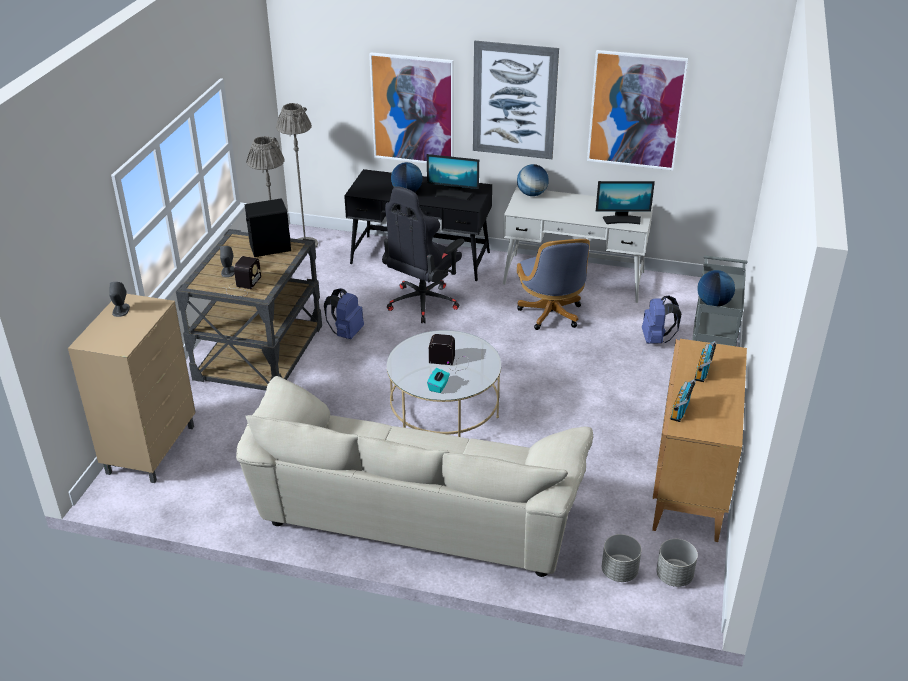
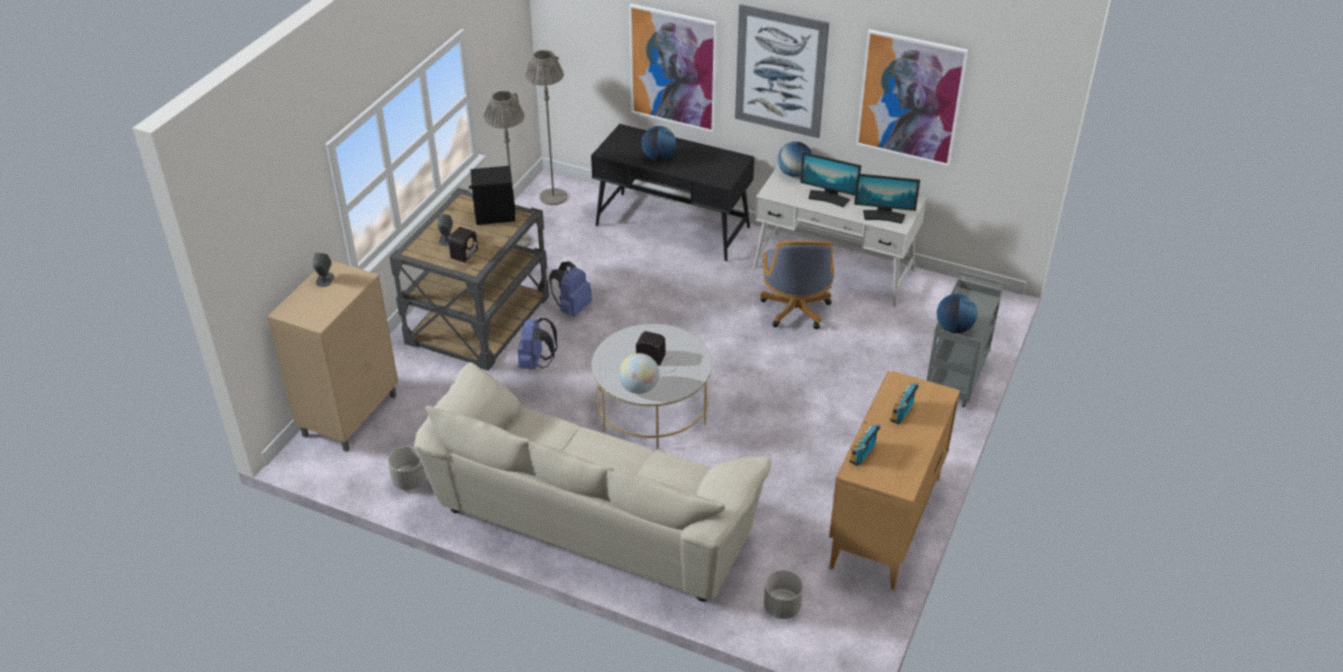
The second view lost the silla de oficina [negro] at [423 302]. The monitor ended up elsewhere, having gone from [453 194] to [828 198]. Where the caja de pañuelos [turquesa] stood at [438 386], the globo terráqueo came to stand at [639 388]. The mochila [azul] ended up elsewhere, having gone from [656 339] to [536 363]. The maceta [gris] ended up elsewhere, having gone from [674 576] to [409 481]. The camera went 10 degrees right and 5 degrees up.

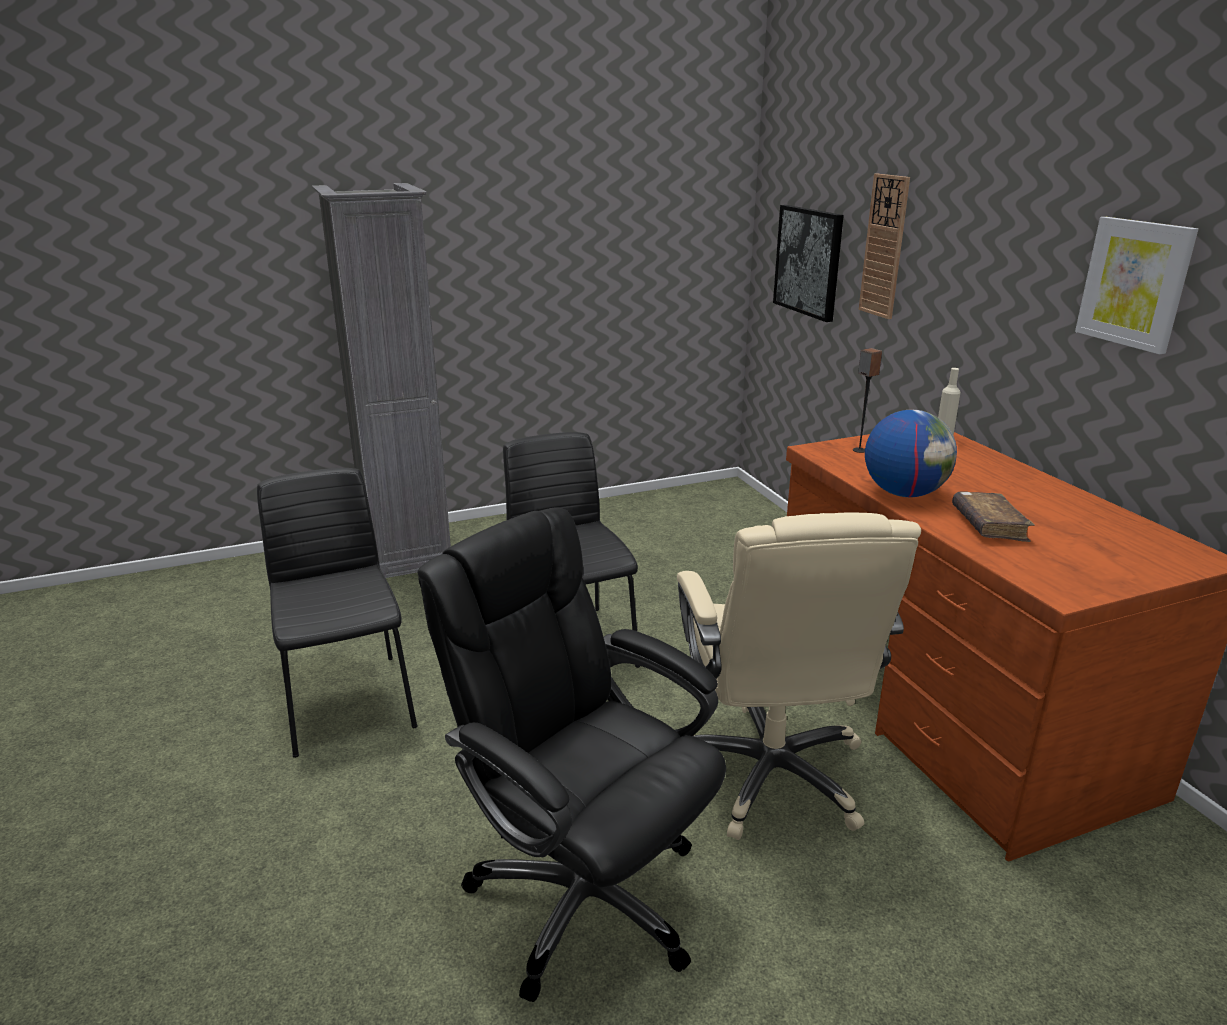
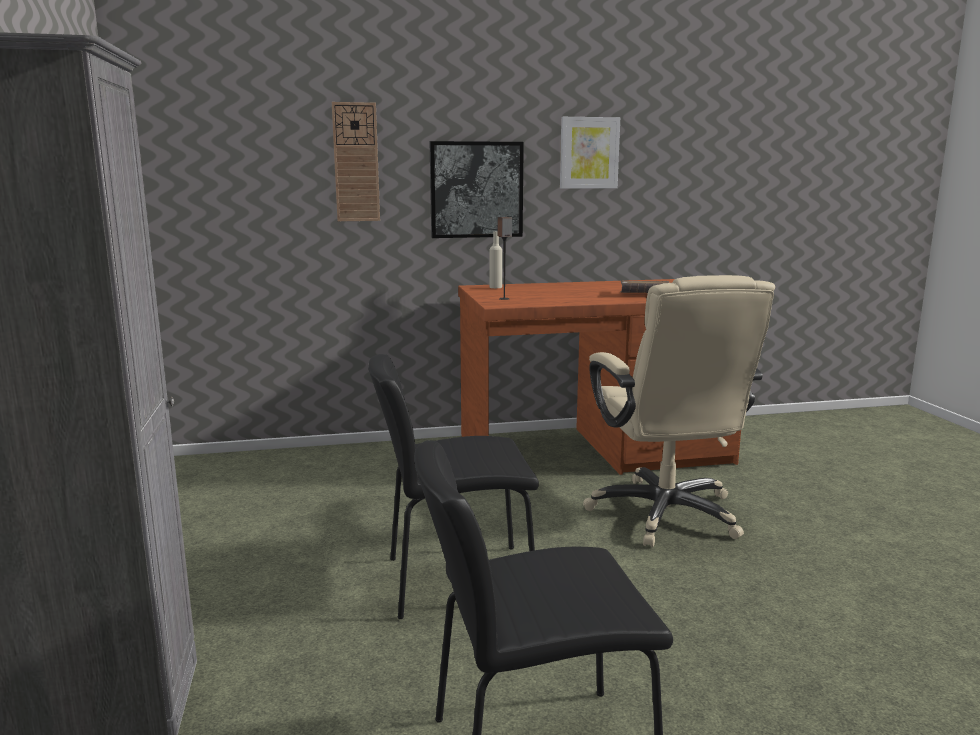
The second view lost the silla de oficina [negro] at [585 898]. The silla de oficina [beis] at [771 772] ended up facing another way, 75 degrees clockwise from before. The cuadro ended up elsewhere, having gone from [809 261] to [476 190]. The second view lost the globo terráqueo at [904 493]. The camera went 80 degrees left and 10 degrees down.

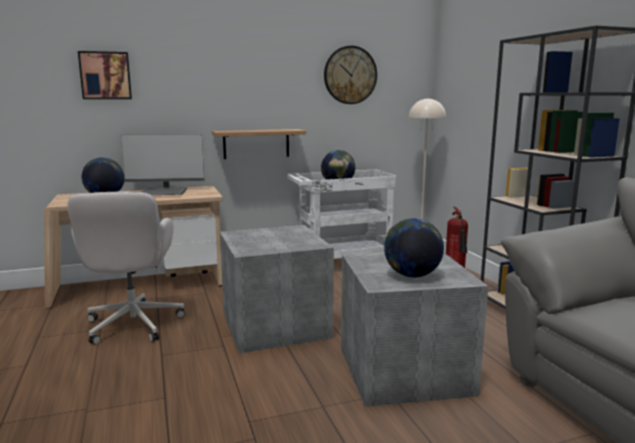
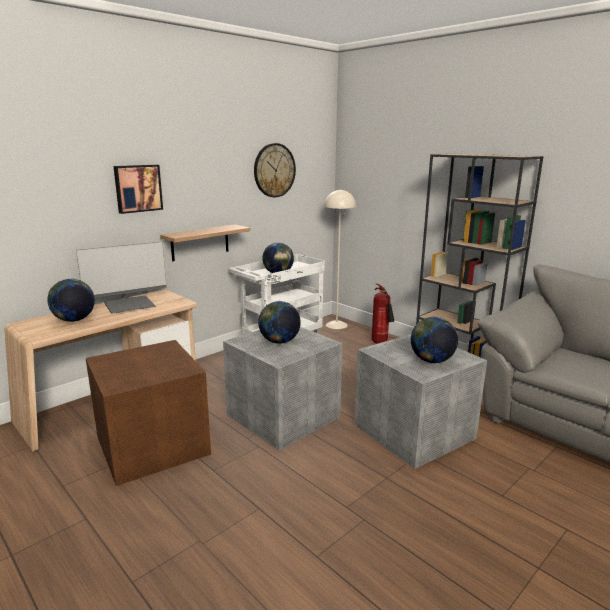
Where the silla de oficina [blanco] stood at [133 324], the caja de almacenaje [marrón] came to stand at [151 446]. The cuadro ended up elsewhere, having gone from [105 75] to [138 188]. The second view gained the globo terráqueo at [279 342]. The camera went 25 degrees left and 5 degrees up.

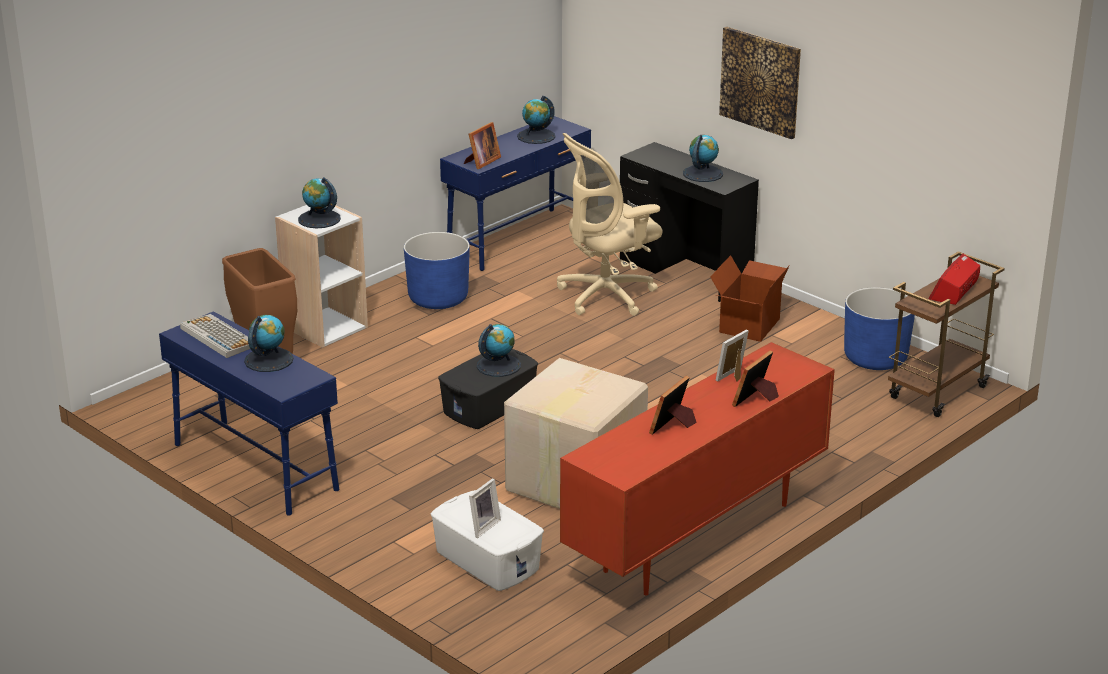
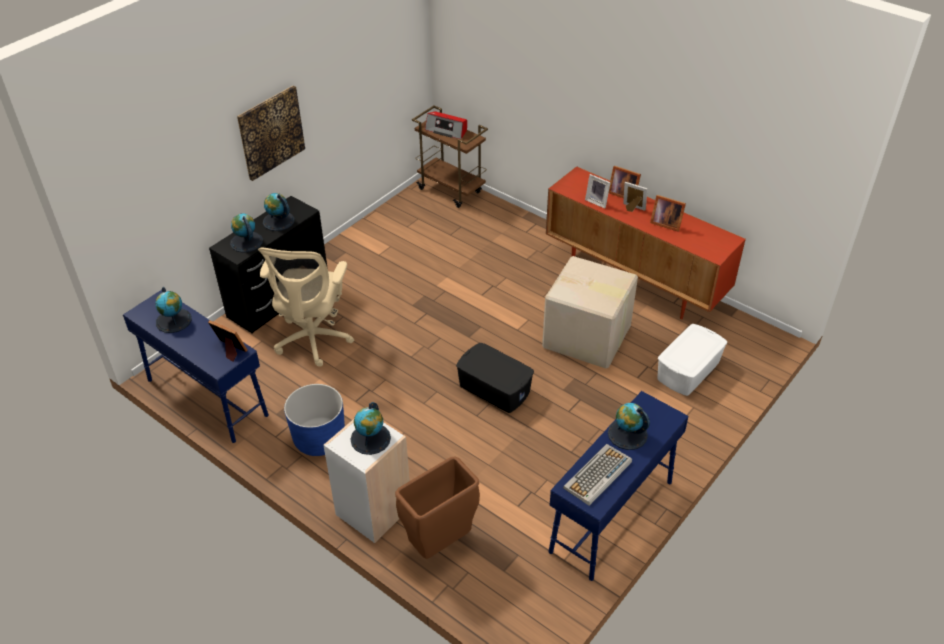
The portarretratos ended up elsewhere, having gone from [482 526] to [632 209]. The globo terráqueo ended up elsewhere, having gone from [498 365] to [246 242]. The silla de oficina [beis] at [610 293] ended up facing another way, 45 degrees clockwise from before. The second view lost the caja de cartón at [748 325]. The second view lost the maceta [azul] at [875 358]. The camera went 95 degrees left and 15 degrees up.

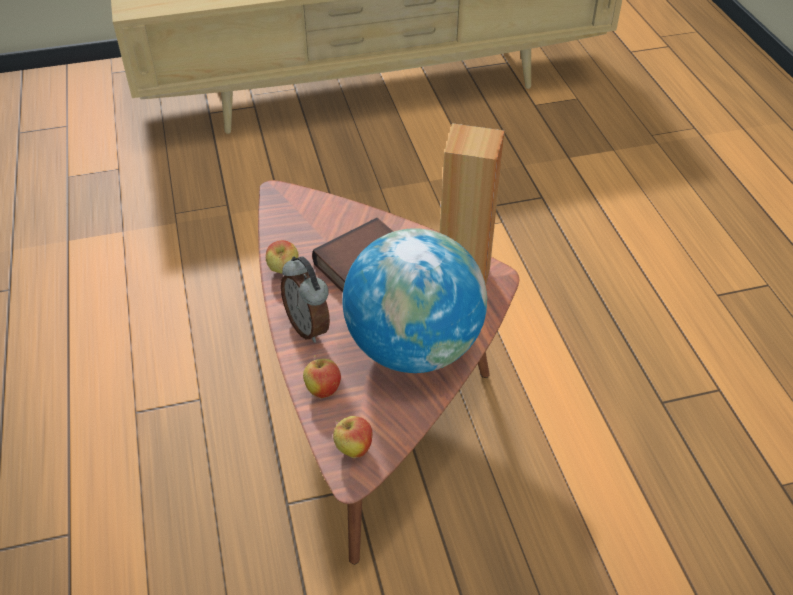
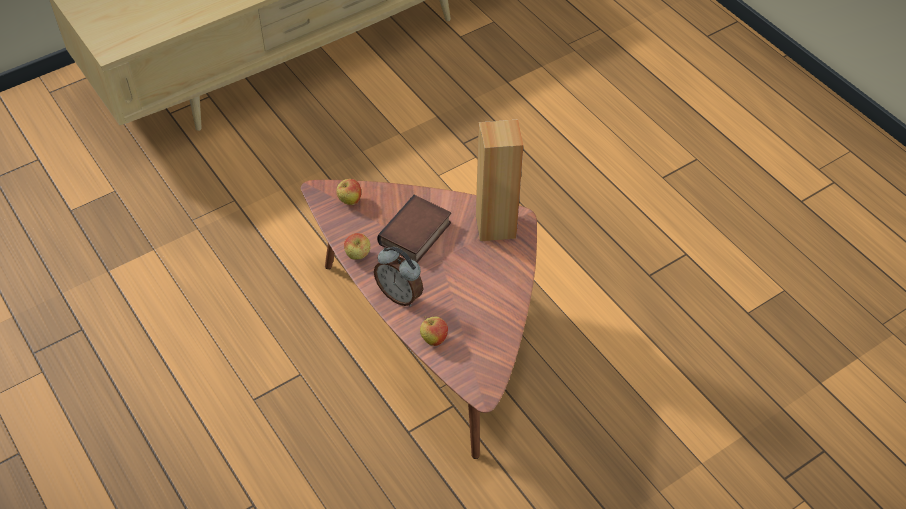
The manzana ended up elsewhere, having gone from [353 448] to [349 201]. The second view lost the globo terráqueo at [414 347]. The camera went 20 degrees left and 5 degrees up.

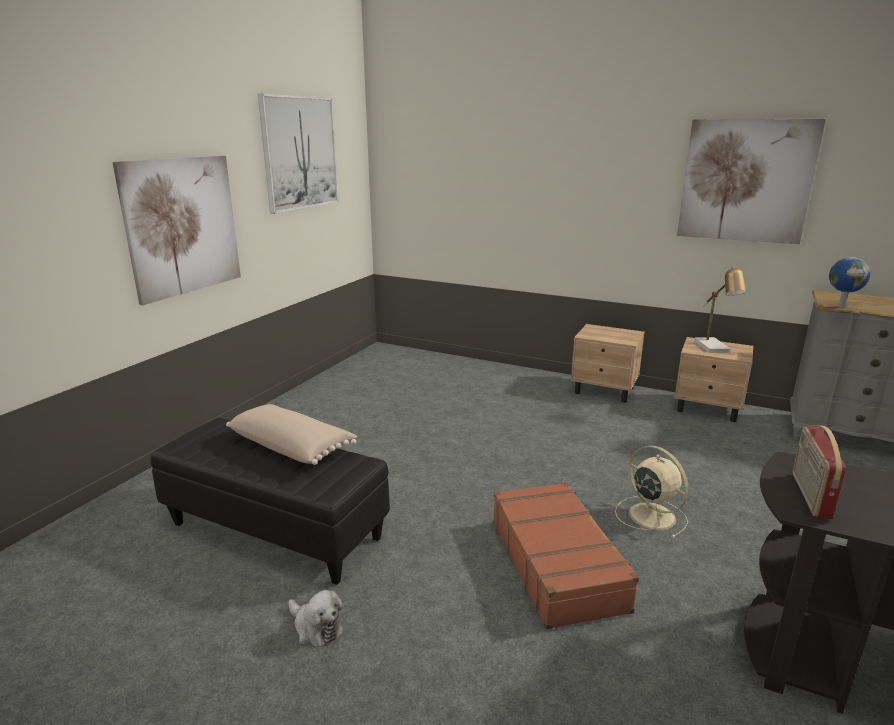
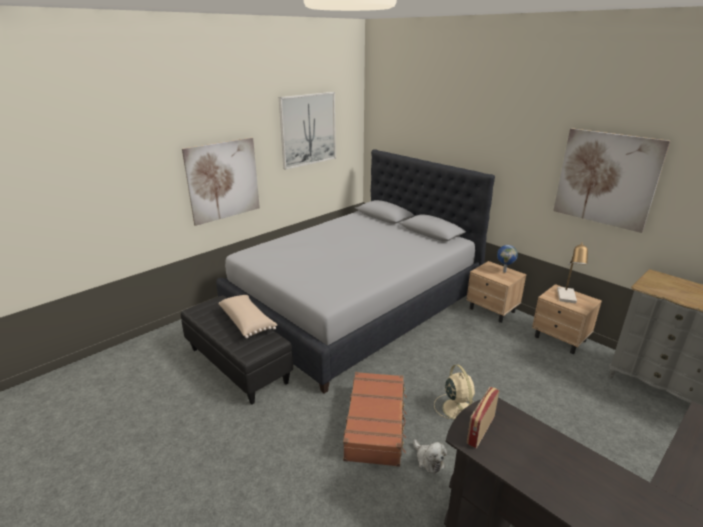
The peluche ended up elsewhere, having gone from [316 627] to [428 460]. The globo terráqueo ended up elsewhere, having gone from [841 307] to [504 271]. The second view gained the cama [gris] at [356 306]. The camera went 20 degrees right and 5 degrees up.

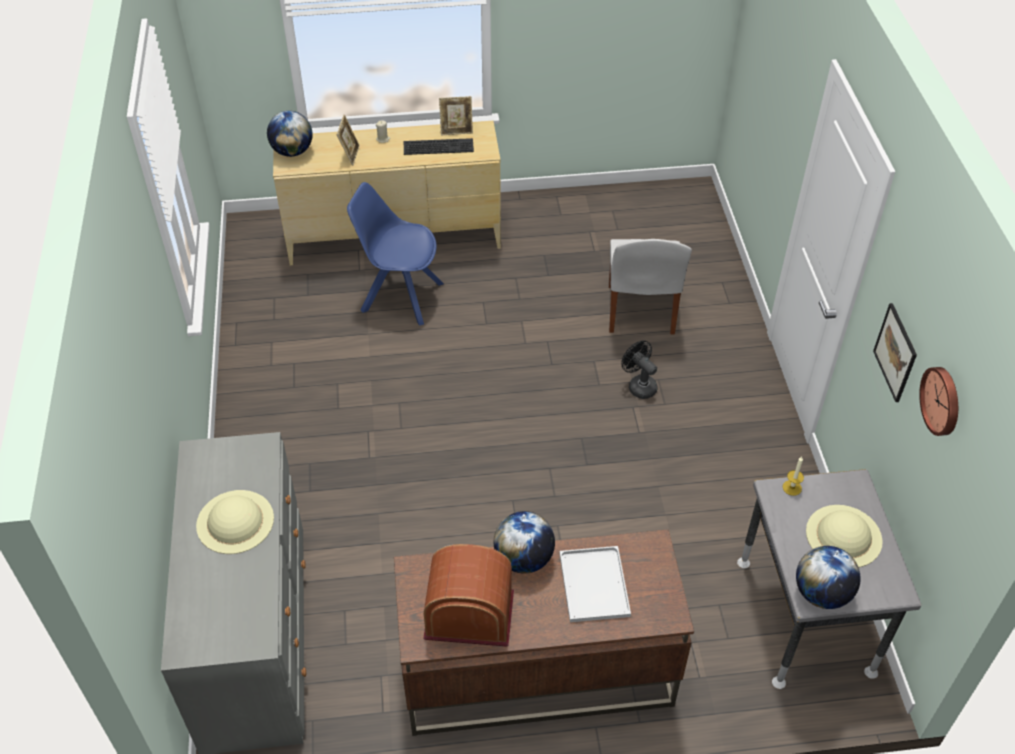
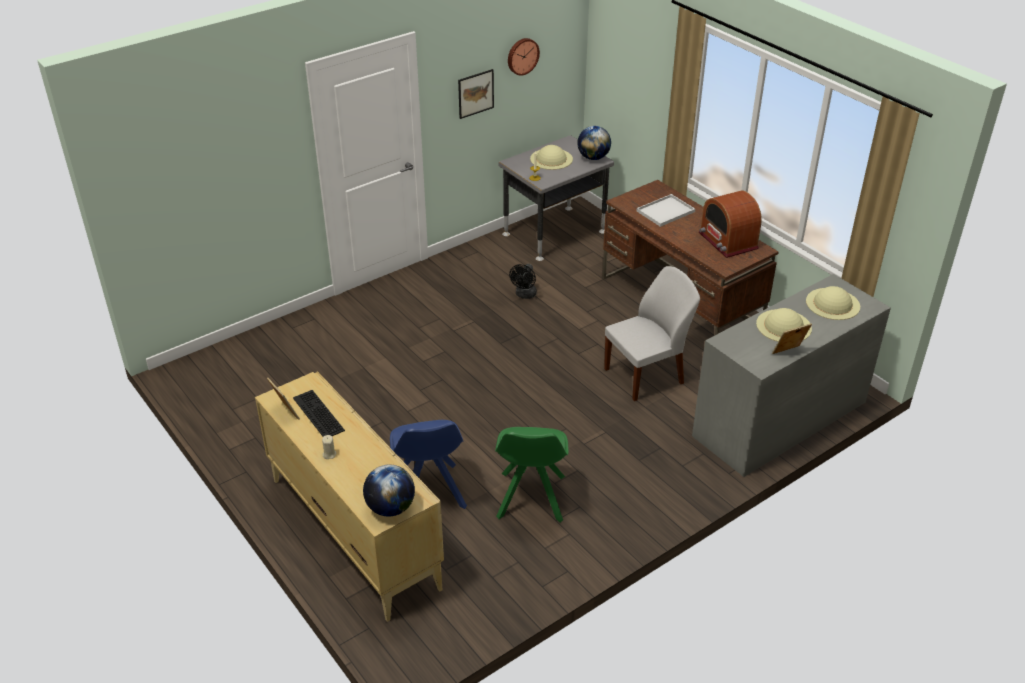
The portarretratos ended up elsewhere, having gone from [350 155] to [788 353]. The second view lost the globo terráqueo at [523 559]. The silla [blanco] ended up elsewhere, having gone from [640 311] to [646 376]. The ventilador [negro] ended up elsewhere, having gone from [639 385] to [524 295]. The second view gained the silla [verde] at [530 498]. The second view gained the sombrero [beis] at [833 303]. The camera went 120 degrees left and 10 degrees down.

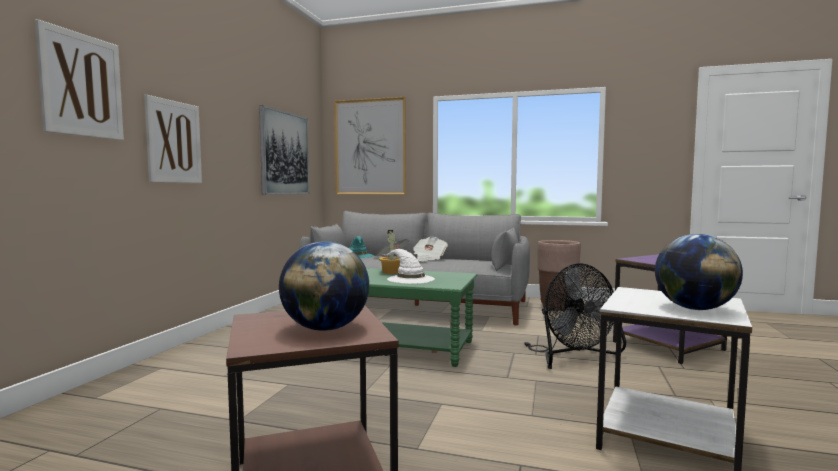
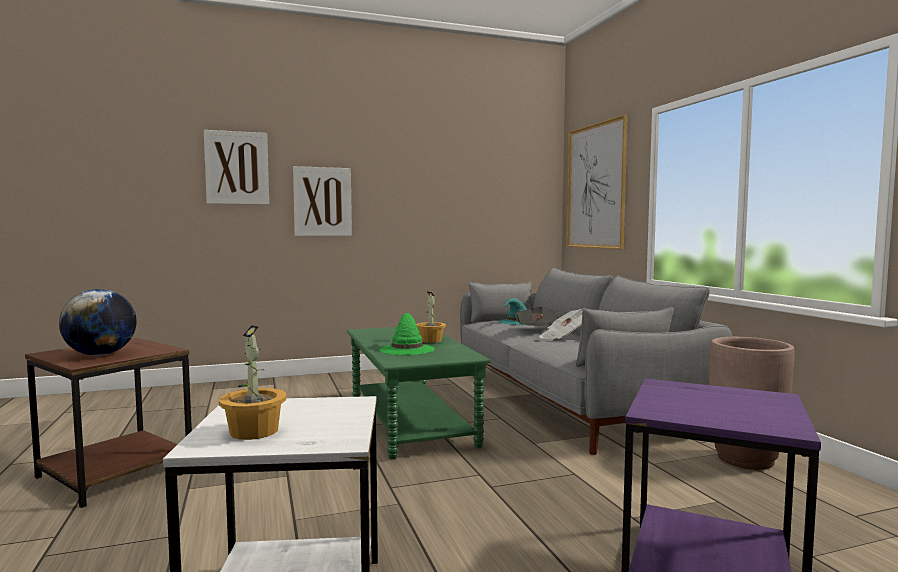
The second view lost the cuadro at [284 153]. What was the sombrero [blanco] at [410 279] turned into the sombrero [verde] at [407 349]. The second view lost the ventilador [negro] at [570 356]. Where the globo terráqueo stood at [694 308], the planta en maceta came to stand at [255 431]. The camera went 55 degrees right and 0 degrees up.

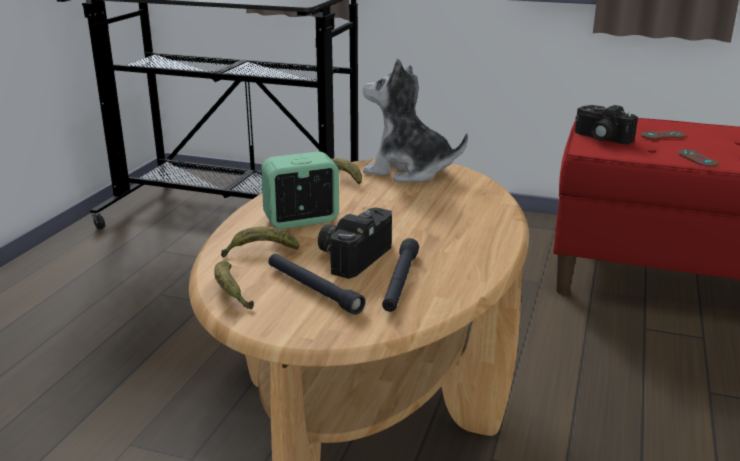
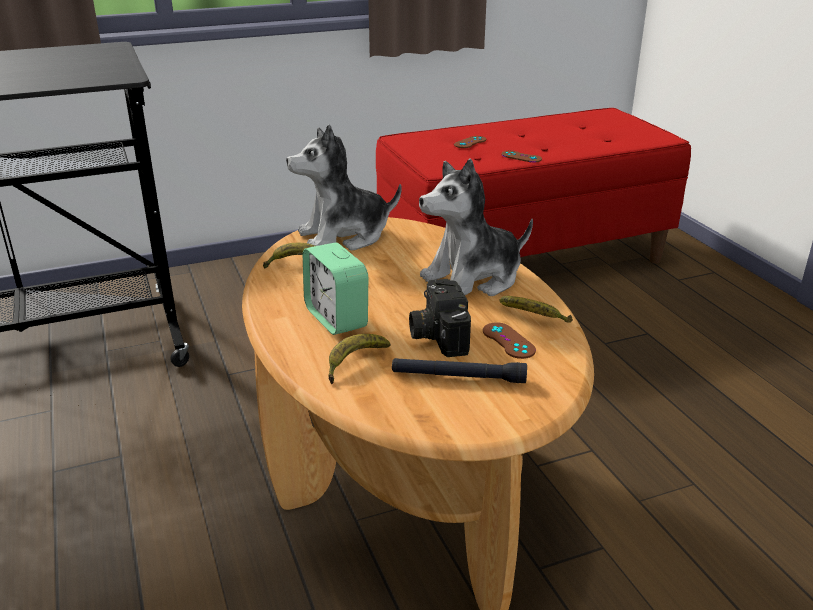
The plátano ended up elsewhere, having gone from [231 292] to [533 318]. The despertador at [301 220] ended up facing another way, 60 degrees counterclockwise from before. Where the linterna [negro] stood at [400 282], the mando de consola [marrón] came to stand at [508 341]. The second view lost the cámara at [600 138]. The second view gained the peluche at [473 279]. The camera went 40 degrees left and 5 degrees up.

